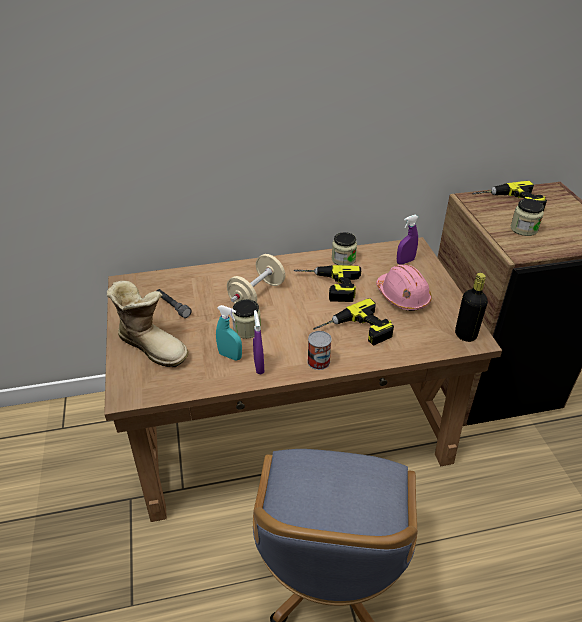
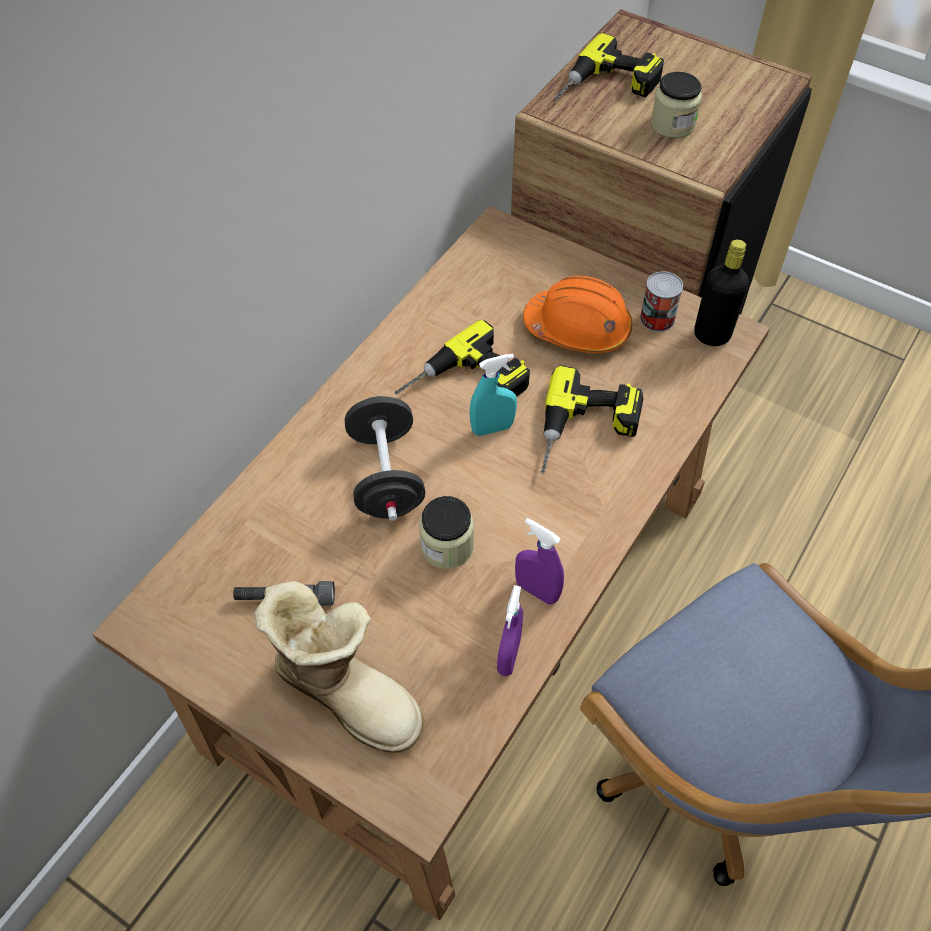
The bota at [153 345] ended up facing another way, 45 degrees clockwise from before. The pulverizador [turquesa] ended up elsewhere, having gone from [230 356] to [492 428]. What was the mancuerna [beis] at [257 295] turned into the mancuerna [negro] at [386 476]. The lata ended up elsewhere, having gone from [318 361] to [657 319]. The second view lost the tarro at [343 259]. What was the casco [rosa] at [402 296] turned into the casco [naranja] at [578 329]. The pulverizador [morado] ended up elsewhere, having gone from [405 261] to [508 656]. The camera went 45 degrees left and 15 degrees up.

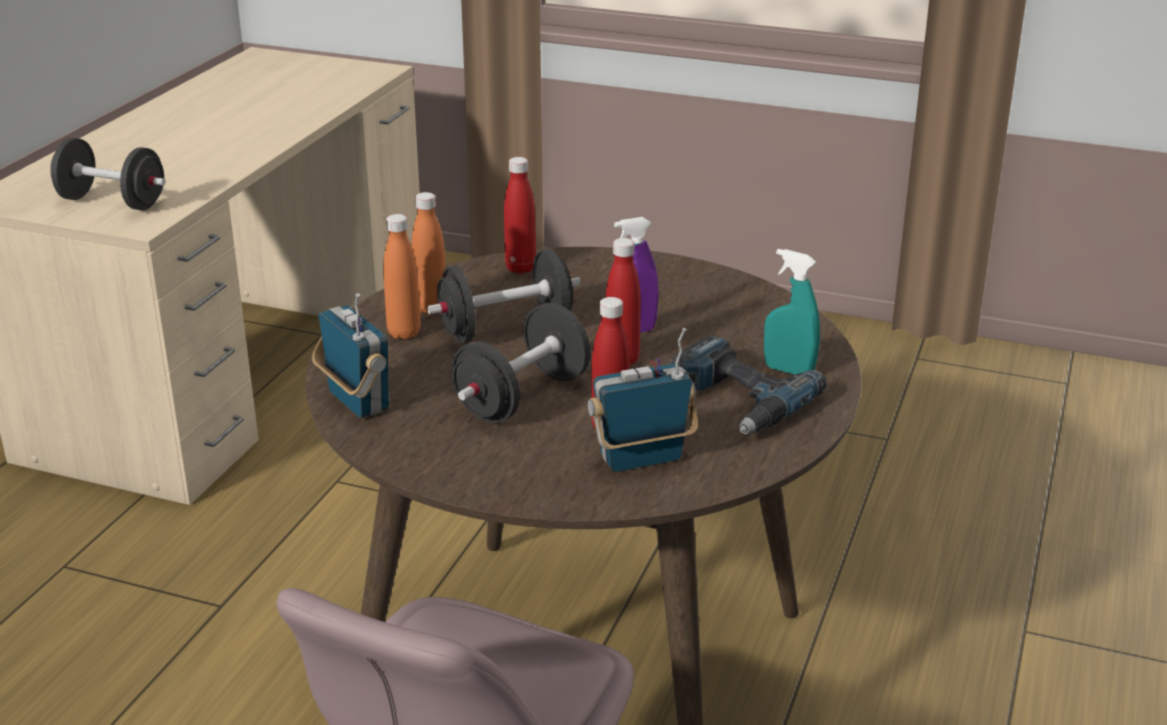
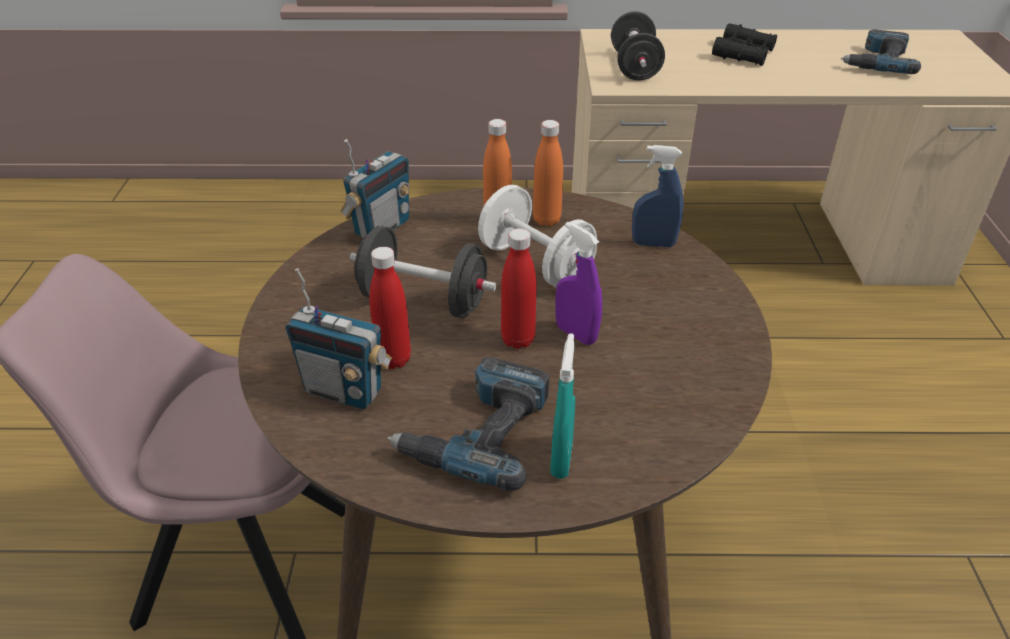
What was the mancuerna [negro] at [506 329] turned into the mancuerna [blanco] at [536 264]. Where the botella [rojo] stood at [520 268], the pulverizador [azul] came to stand at [653 244]. The radio at [641 459] ended up facing another way, 150 degrees clockwise from before. The second view gained the prismáticos [negro] at [743 54]. The second view gained the taladro at [877 61]. The camera went 70 degrees right and 10 degrees up.

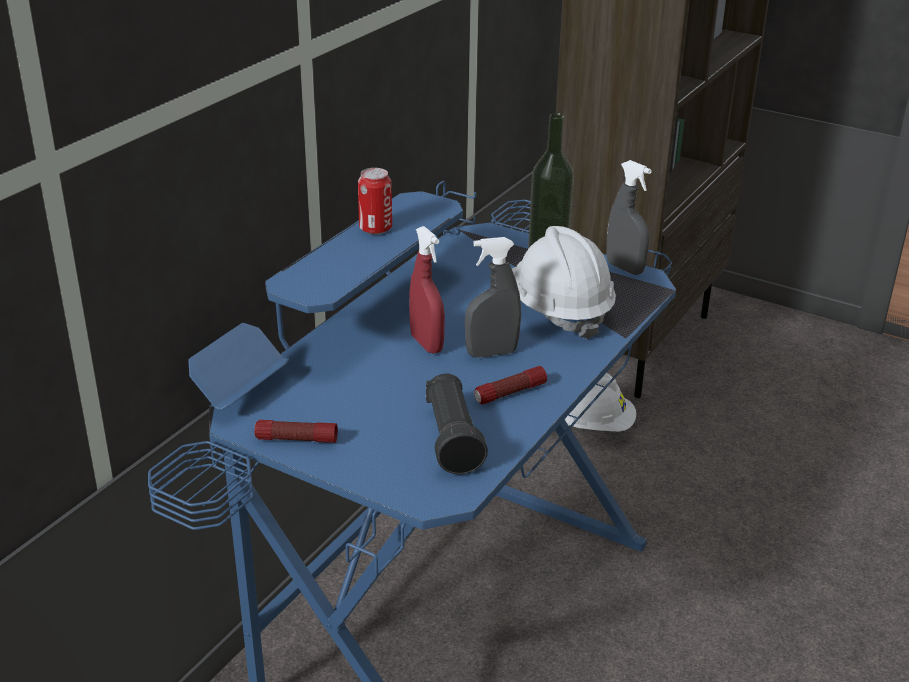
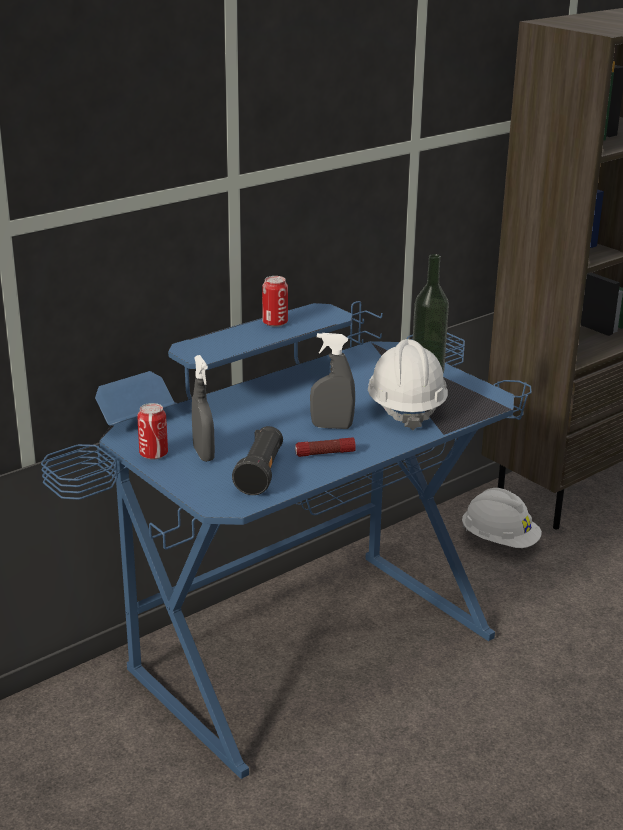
Where the linterna stood at [296 439], the lata came to stand at [153 454]. The second view lost the pulverizador [rojo] at [426 344]. The pulverizador [gris] ended up elsewhere, having gone from [624 268] to [203 454]. The camera went 20 degrees right and 5 degrees down.

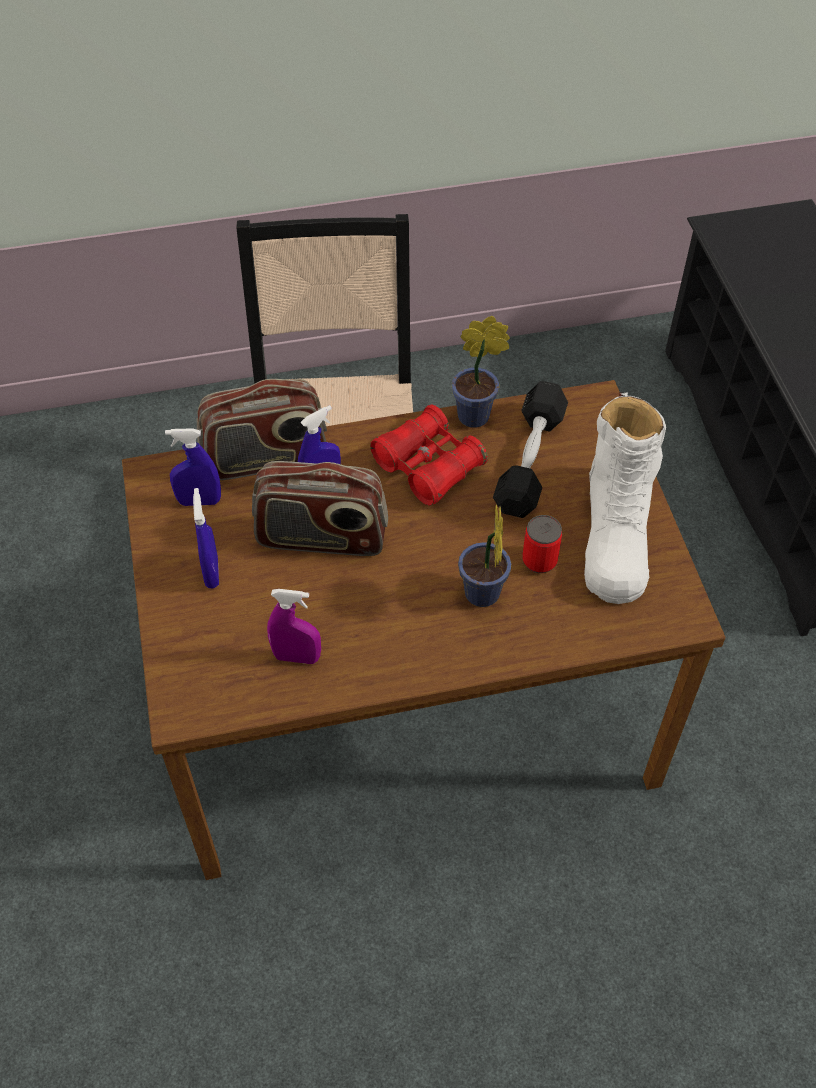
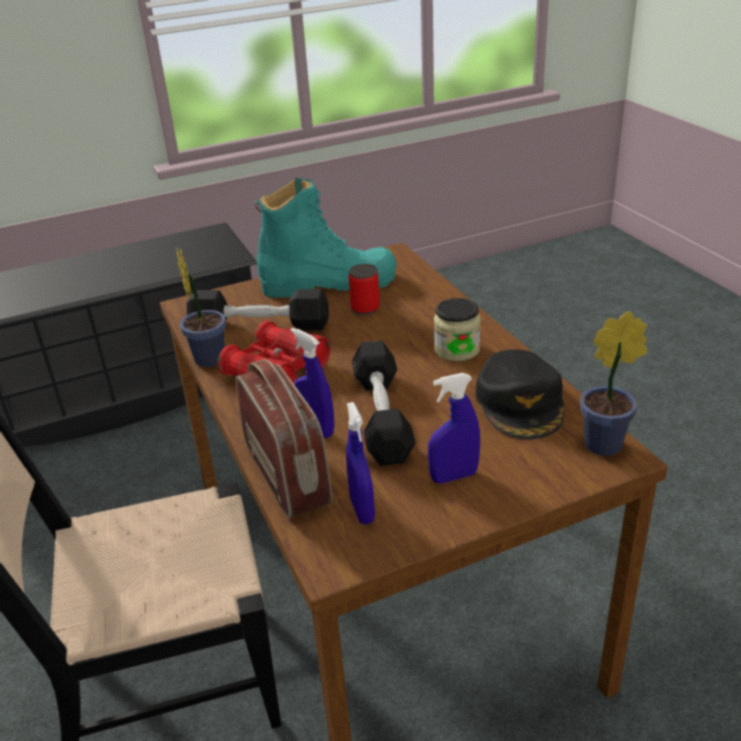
Where the radio stood at [322 537], the mancuerna [negro] came to stand at [382 416]. Where the pulverizador [morado] stood at [297 657], the gorra [negro] came to stand at [521 403]. The planta en maceta ended up elsewhere, having gone from [482 597] to [608 444]. What was the bota [blanco] at [615 535] turned into the bota [turquesa] at [329 283]. The second view gained the tarro at [456 349]. The camera went 100 degrees left and 20 degrees down.

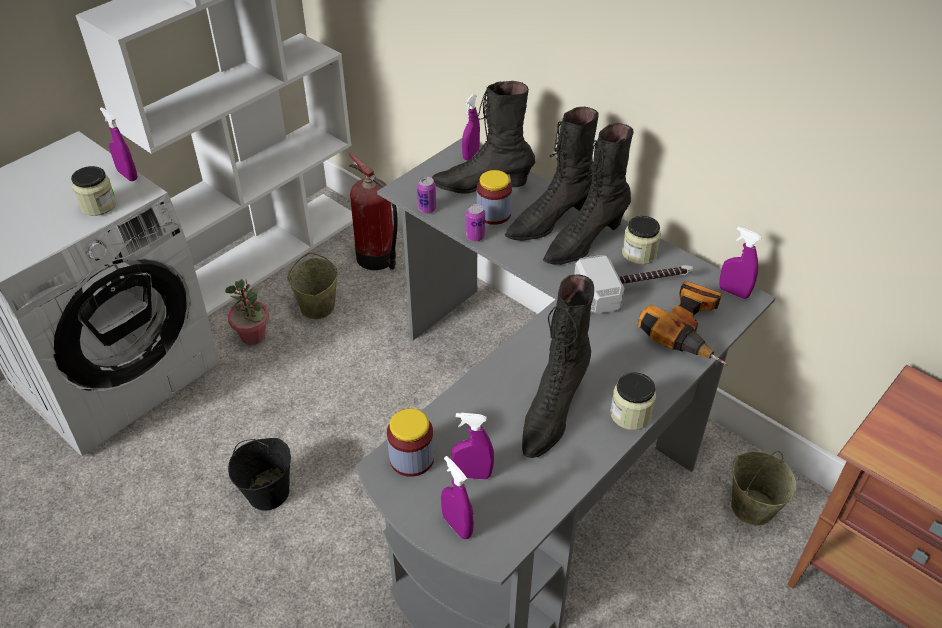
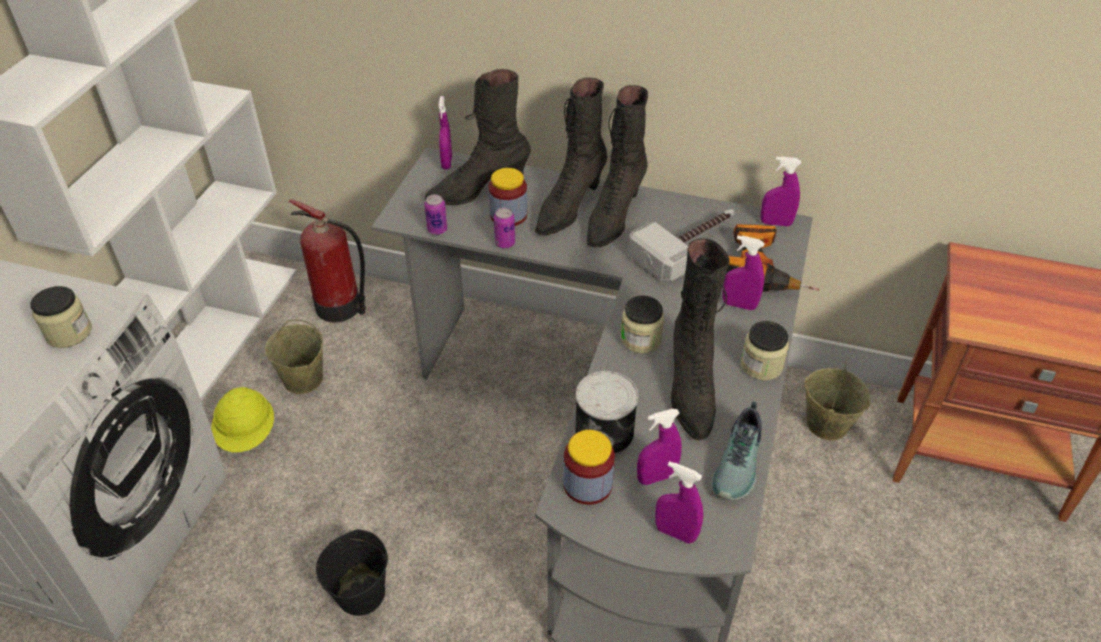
The pulverizador [morado] ended up elsewhere, having gone from [127 175] to [739 305]. Where the planta en maceta stood at [253 336], the casco [amarillo] came to stand at [247 434]. The tarro ended up elsewhere, having gone from [639 253] to [640 339]. The second view gained the lata at [605 432]. The second view gained the zapato at [740 464]. The camera went 25 degrees left and 0 degrees up.

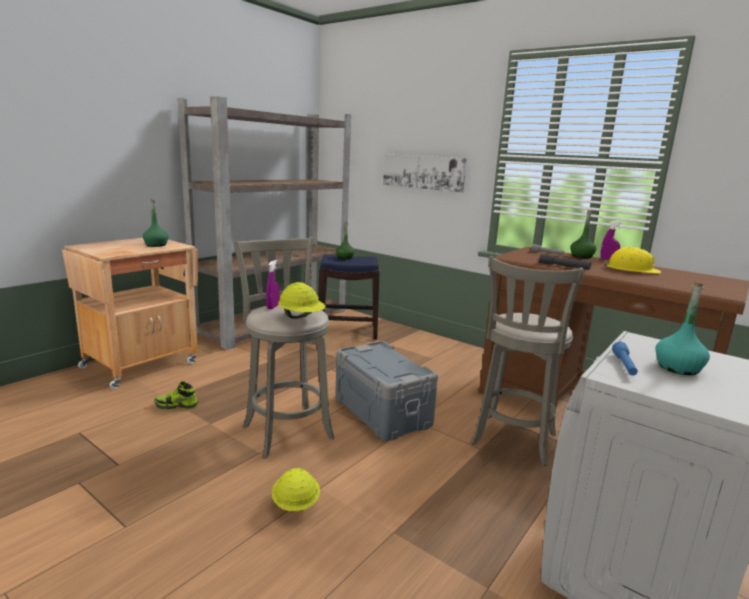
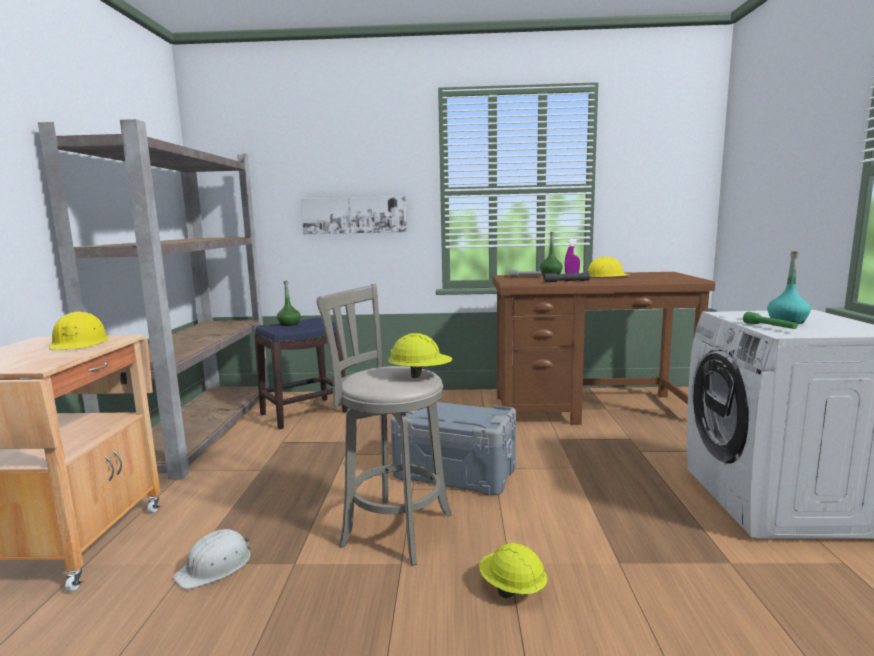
Where the botella [verde] stood at [156 245], the casco [amarillo] came to stand at [80 343]. Where the zapato stood at [176 406], the casco [blanco] came to stand at [215 566]. The second view lost the pulverizador [morado] at [273 307]. The second view lost the taburete [gris] at [513 441]. What was the linterna [azul] at [624 366] turned into the linterna [verde] at [769 327]. The camera went 35 degrees left and 5 degrees down.

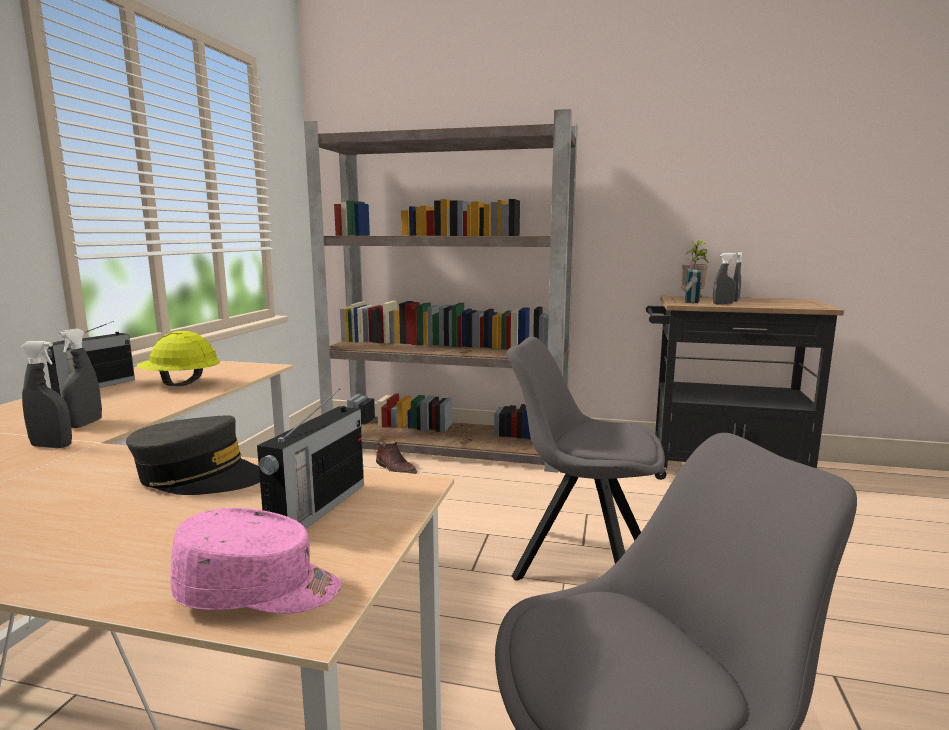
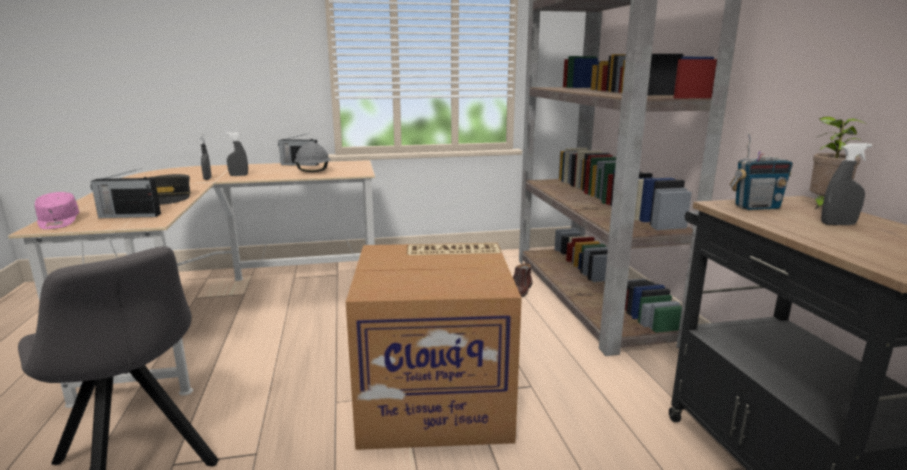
What was the casco [amarillo] at [181 384] turned into the casco [gris] at [313 171]. Where the silla [gris] stood at [581 564], the caja de cartón came to stand at [436 397]. The second view lost the pulverizador [gris] at [723 304]. The camera went 65 degrees right and 5 degrees up.

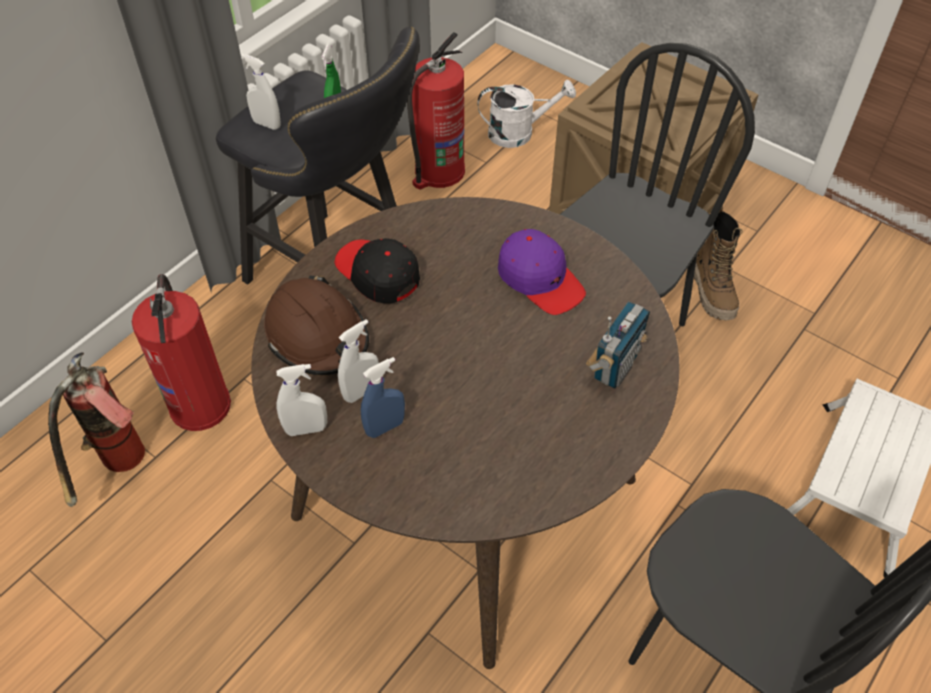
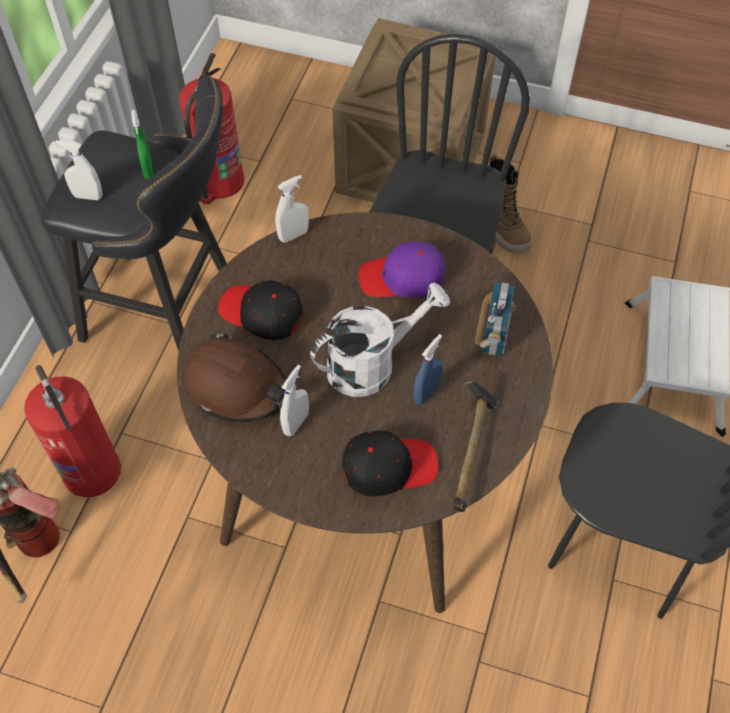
The pulverizador [blanco] ended up elsewhere, having gone from [306 429] to [293 235]. The pulverizador [azul] ended up elsewhere, having gone from [385 427] to [426 393]. The regadera [blanco] ended up elsewhere, having gone from [519 133] to [372 363]. The gorra [morado] at [540 279] ended up facing another way, 150 degrees clockwise from before. The second view gained the gorra [negro] at [388 466]. The second view gained the martillo at [471 451]. The camera went 20 degrees left and 5 degrees up.

